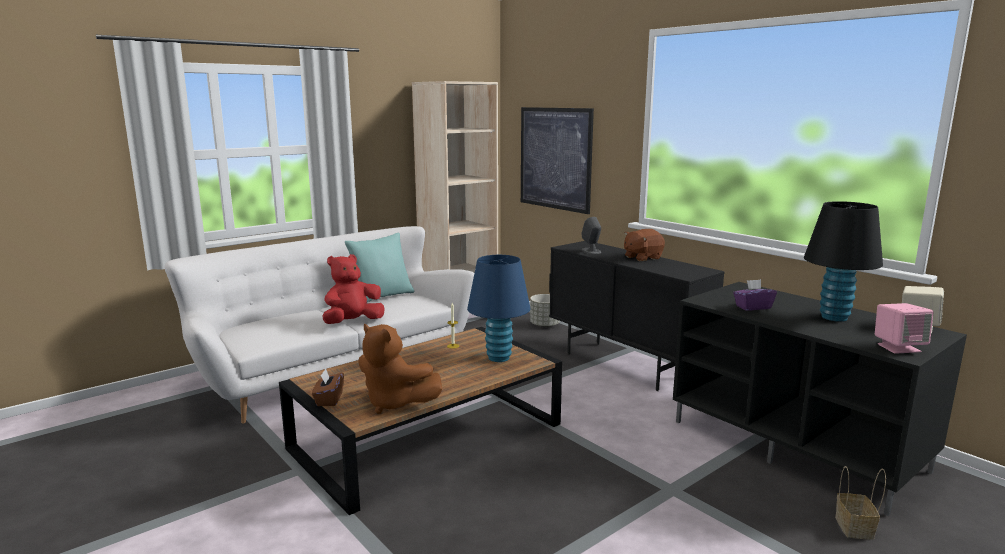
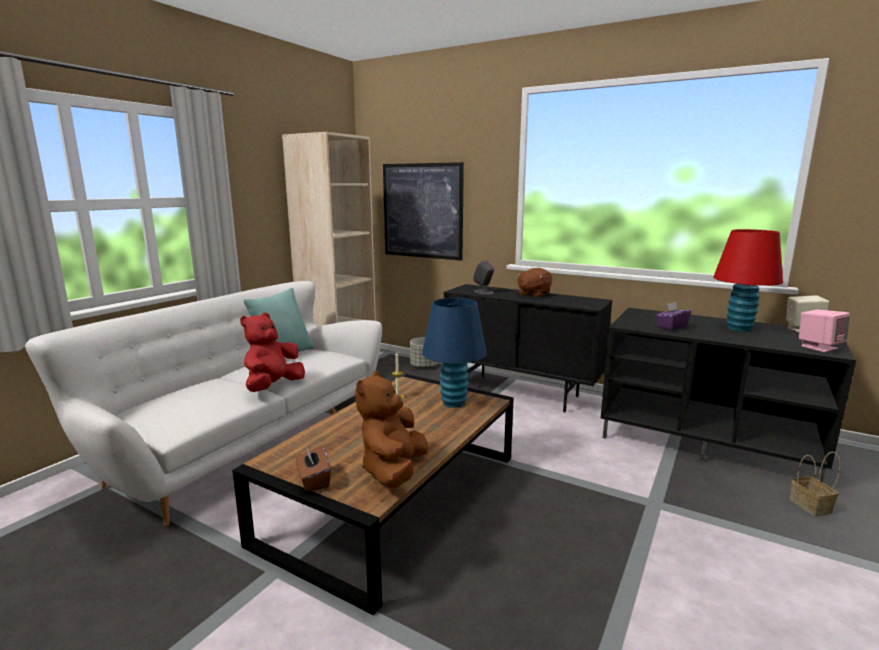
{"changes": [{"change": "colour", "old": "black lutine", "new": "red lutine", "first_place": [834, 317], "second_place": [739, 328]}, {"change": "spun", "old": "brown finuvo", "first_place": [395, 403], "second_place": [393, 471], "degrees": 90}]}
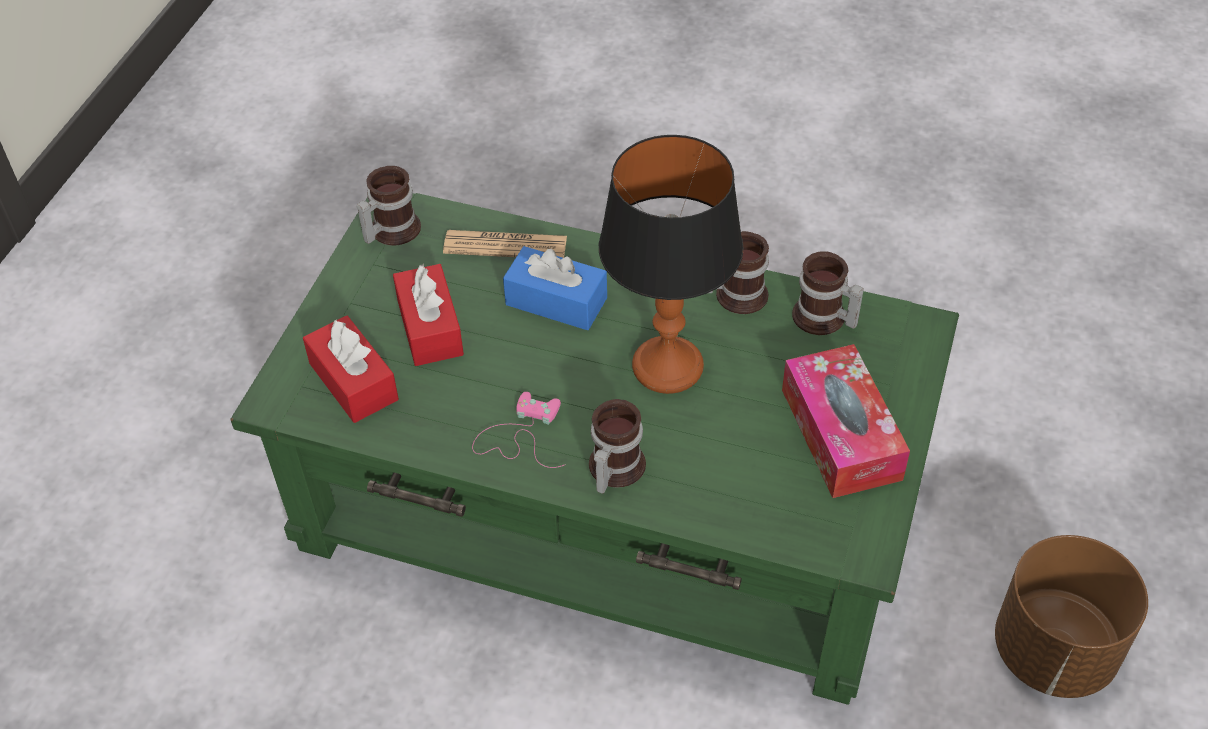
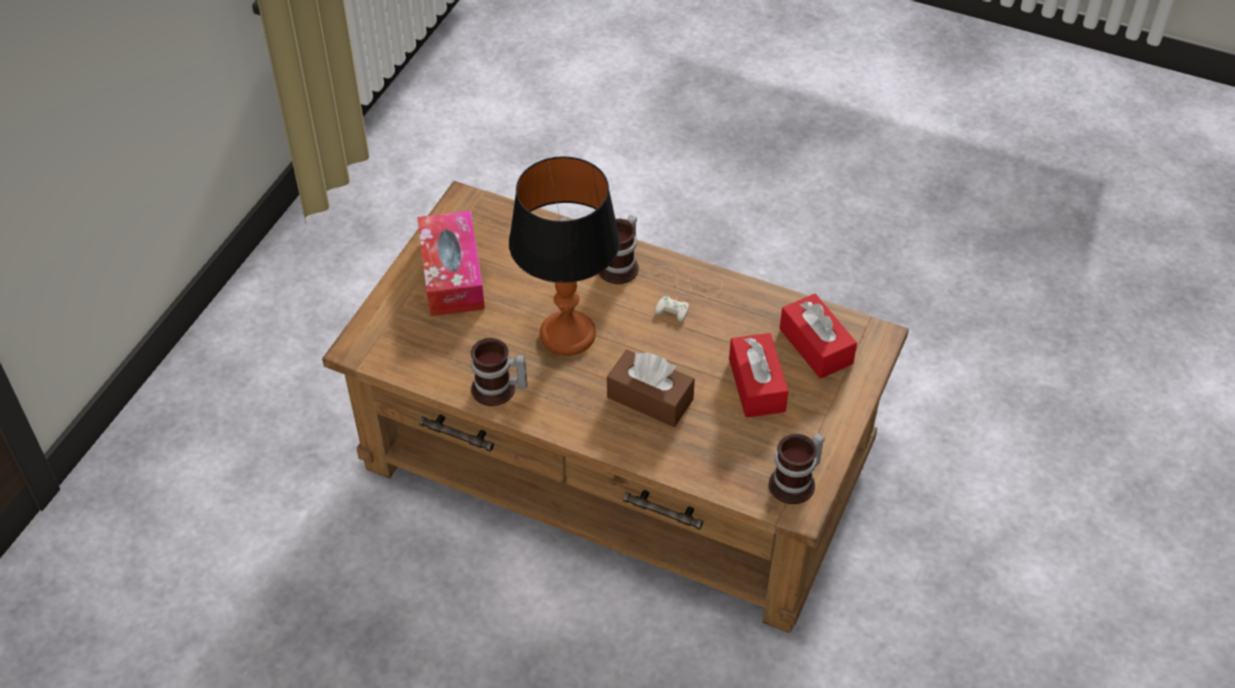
{"changes": [{"change": "colour", "old": "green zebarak", "new": "brown zebarak", "first_place": [605, 508], "second_place": [619, 461]}, {"change": "missing", "old": "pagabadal", "first_place": [505, 245]}, {"change": "colour", "old": "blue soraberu", "new": "brown soraberu", "first_place": [556, 301], "second_place": [650, 398]}, {"change": "missing", "old": "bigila", "first_place": [822, 319]}, {"change": "colour", "old": "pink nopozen", "new": "white nopozen", "first_place": [520, 435], "second_place": [686, 295]}, {"change": "missing", "old": "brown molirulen", "first_place": [1054, 652]}]}
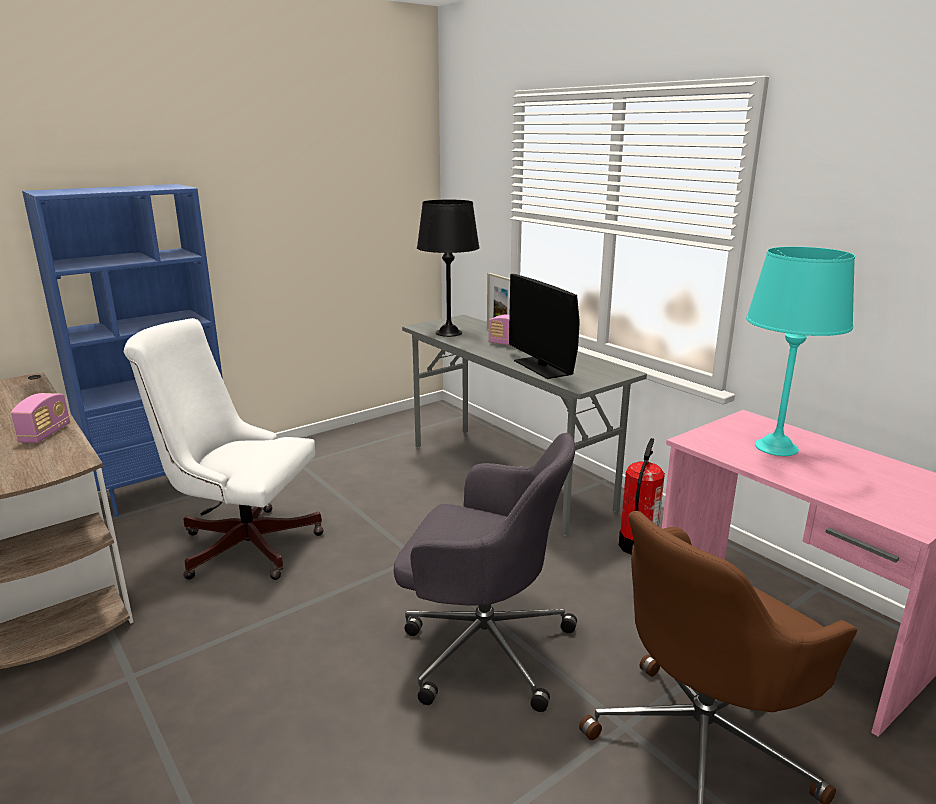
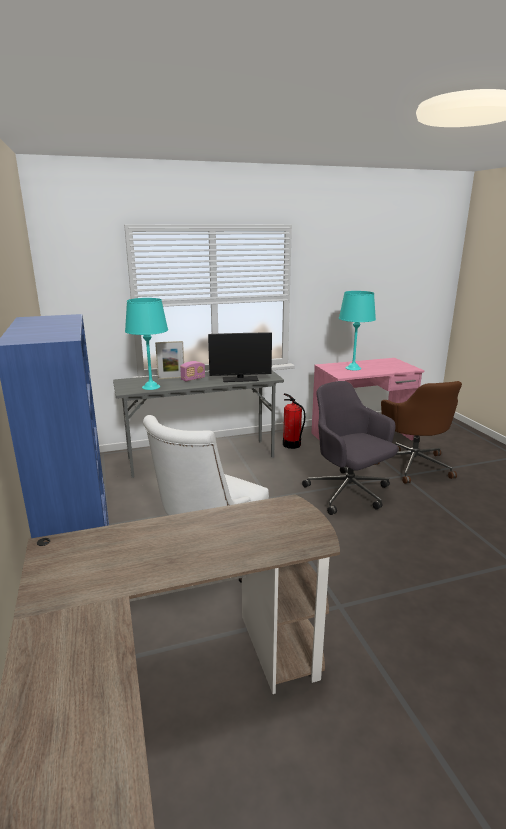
{"changes": [{"change": "colour", "old": "black lutine", "new": "turquoise lutine", "first_place": [448, 333], "second_place": [151, 387]}, {"change": "missing", "old": "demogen", "first_place": [45, 434]}, {"change": "spun", "old": "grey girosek", "first_place": [482, 646], "second_place": [349, 493], "degrees": -75}]}
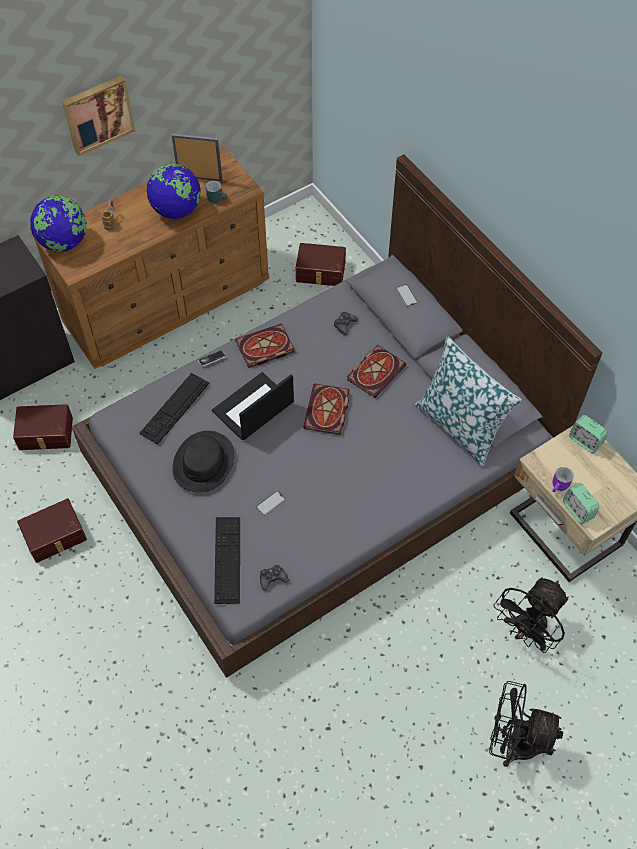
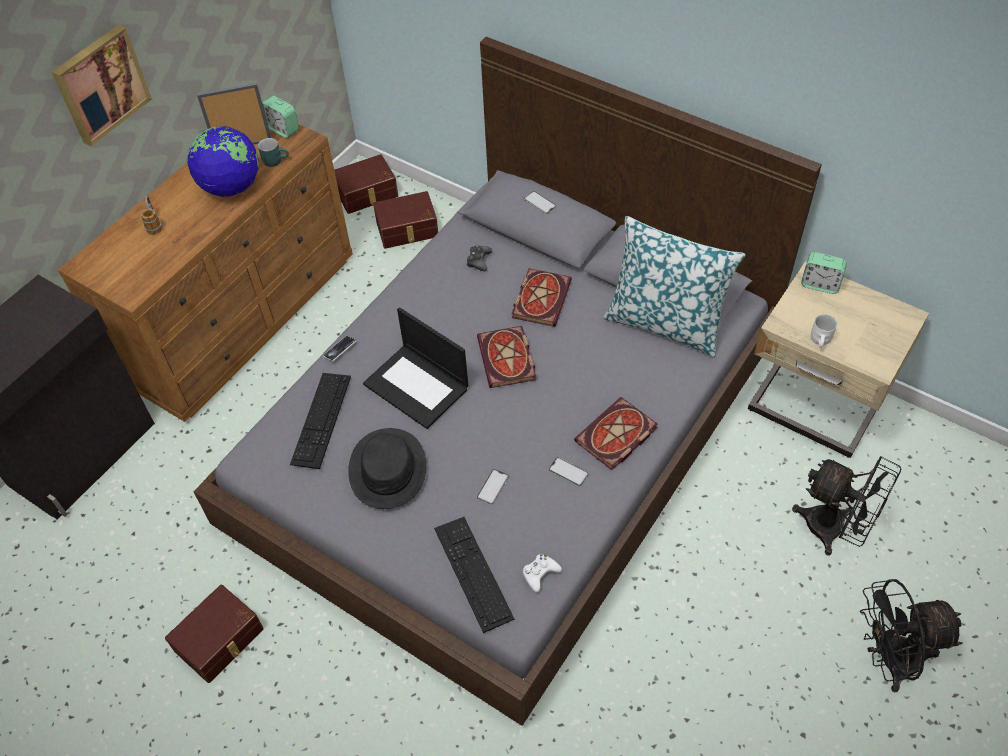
{"changes": [{"change": "missing", "old": "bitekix", "first_place": [64, 242]}, {"change": "relocated", "old": "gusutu", "first_place": [264, 348], "second_place": [616, 437]}, {"change": "spun", "old": "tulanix", "first_place": [253, 408], "second_place": [417, 386], "degrees": -75}, {"change": "relocated", "old": "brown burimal", "first_place": [46, 434], "second_place": [367, 194]}, {"change": "colour", "old": "purple bigila", "new": "white bigila", "first_place": [560, 487], "second_place": [821, 341]}, {"change": "relocated", "old": "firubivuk", "first_place": [578, 510], "second_place": [282, 129]}, {"change": "colour", "old": "black nopozen", "new": "white nopozen", "first_place": [272, 578], "second_place": [540, 574]}, {"change": "spun", "old": "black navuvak", "first_place": [526, 632], "second_place": [834, 530], "degrees": -75}, {"change": "appeared", "new": "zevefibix", "second_place": [568, 471]}]}
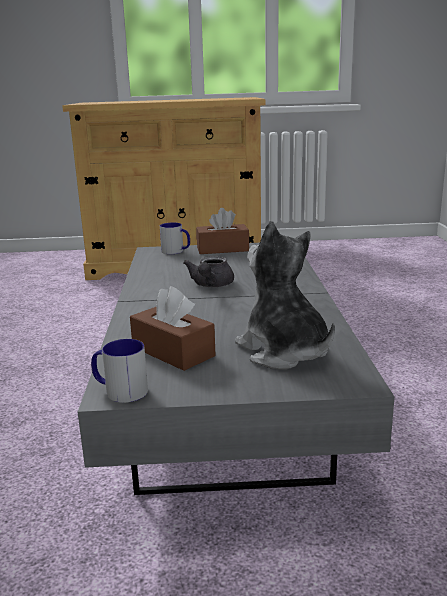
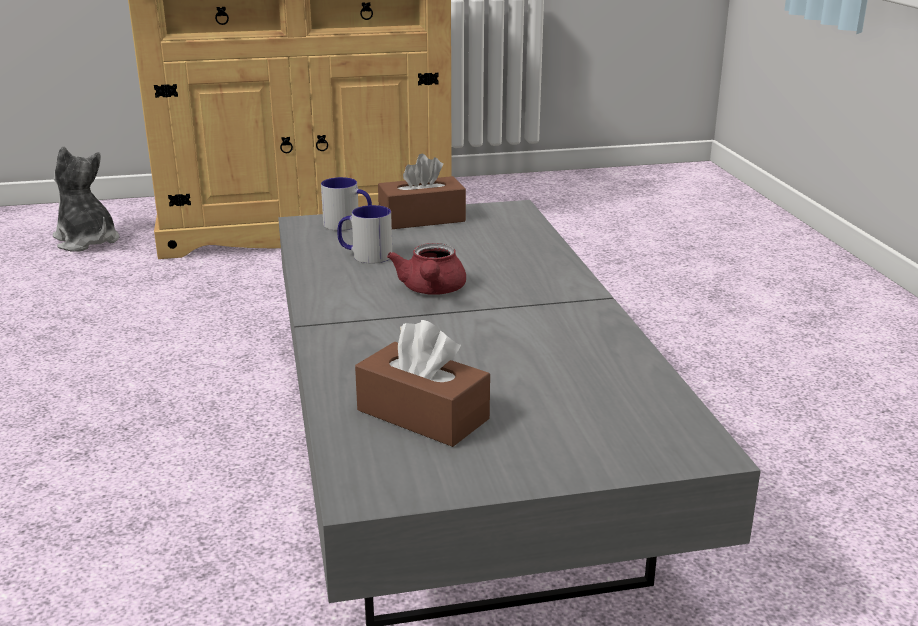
{"changes": [{"change": "relocated", "old": "finuvo", "first_place": [284, 352], "second_place": [87, 241]}, {"change": "colour", "old": "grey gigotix", "new": "red gigotix", "first_place": [211, 285], "second_place": [431, 290]}, {"change": "relocated", "old": "bigila", "first_place": [120, 391], "second_place": [365, 255]}]}
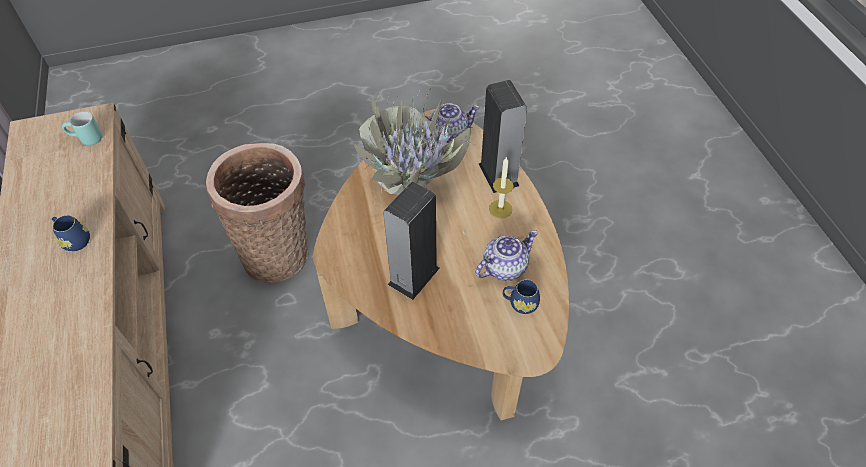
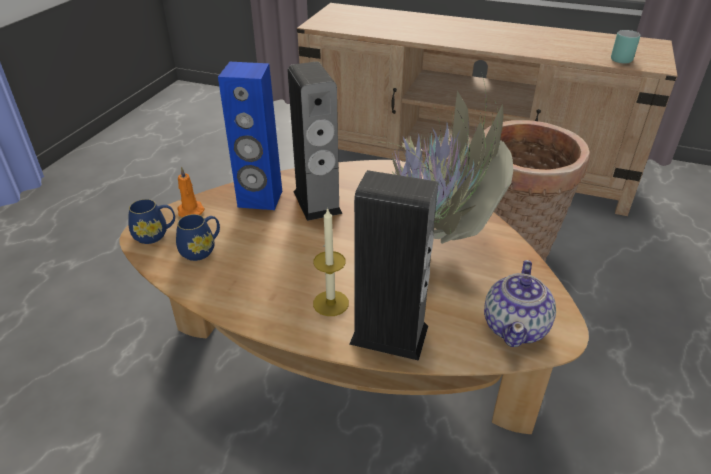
{"changes": [{"change": "relocated", "old": "blue bigila", "first_place": [74, 240], "second_place": [155, 234]}, {"change": "missing", "old": "gigotix", "first_place": [504, 267]}, {"change": "appeared", "new": "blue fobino", "second_place": [260, 199]}, {"change": "appeared", "new": "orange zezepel", "second_place": [190, 210]}]}
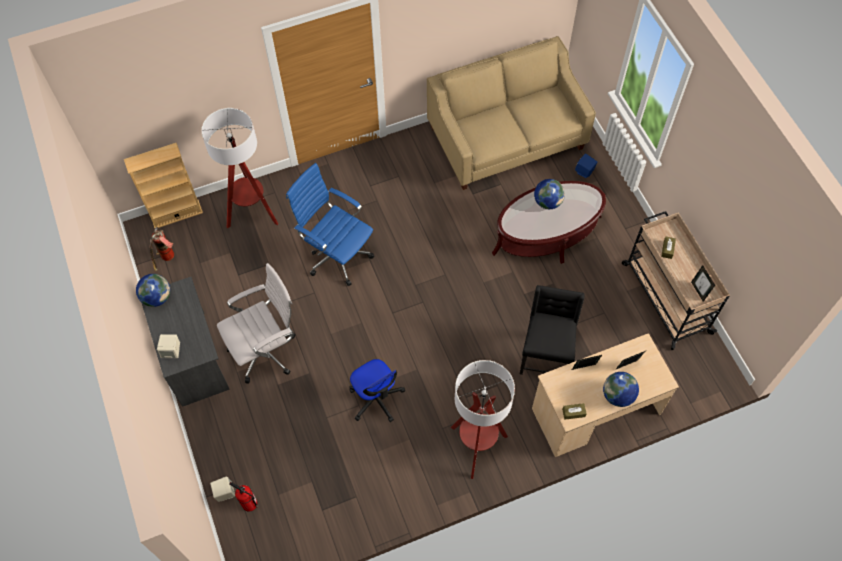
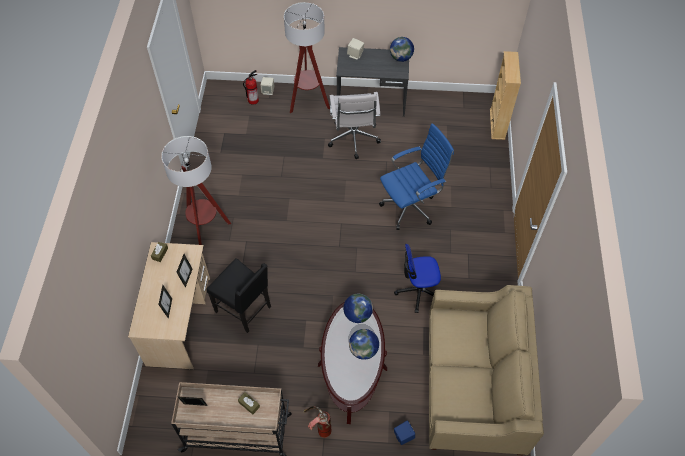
{"changes": [{"change": "relocated", "old": "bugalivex", "first_place": [252, 213], "second_place": [308, 102]}, {"change": "relocated", "old": "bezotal", "first_place": [167, 260], "second_place": [319, 428]}, {"change": "relocated", "old": "girosek", "first_place": [376, 399], "second_place": [418, 291]}, {"change": "relocated", "old": "bitekix", "first_place": [618, 395], "second_place": [357, 314]}]}
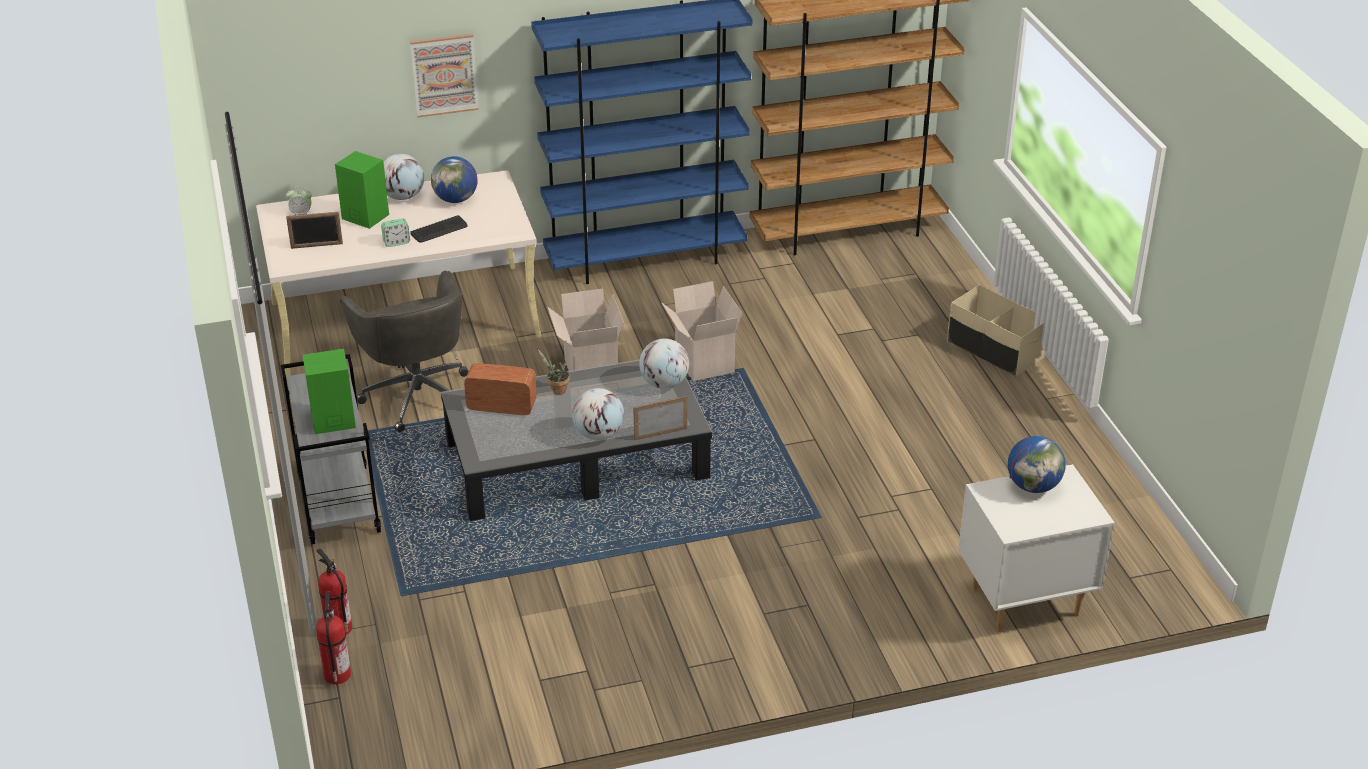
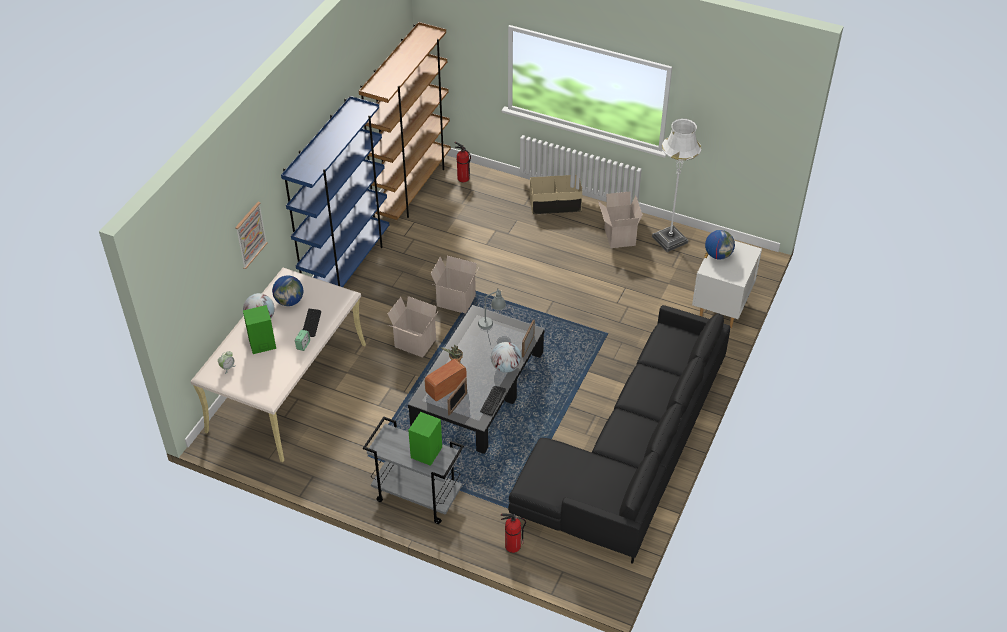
{"changes": [{"change": "relocated", "old": "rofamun", "first_place": [316, 246], "second_place": [457, 404]}, {"change": "missing", "old": "grey girosek", "first_place": [417, 394]}, {"change": "exchanged", "old": "bitekix", "new": "grey lutine", "first_place": [664, 383], "second_place": [492, 322]}, {"change": "relocated", "old": "bezotal", "first_place": [337, 674], "second_place": [462, 178]}, {"change": "appeared", "new": "white bugalivex", "second_place": [670, 240]}, {"change": "appeared", "new": "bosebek", "second_place": [618, 236]}, {"change": "appeared", "new": "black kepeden", "second_place": [630, 453]}, {"change": "appeared", "new": "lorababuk", "second_place": [492, 400]}]}
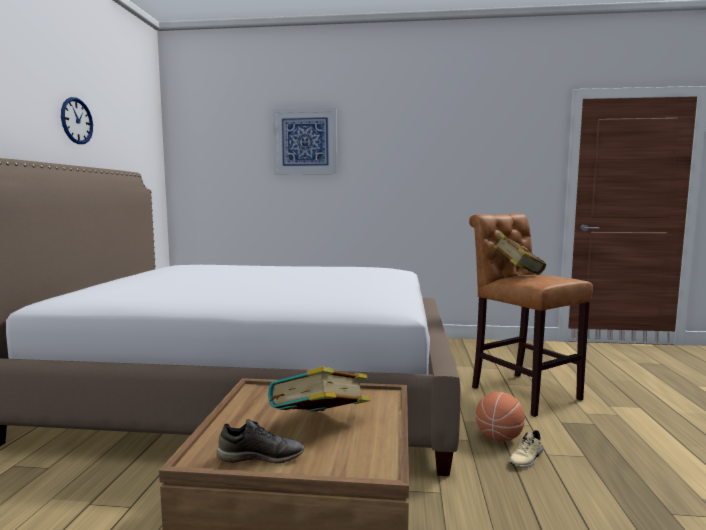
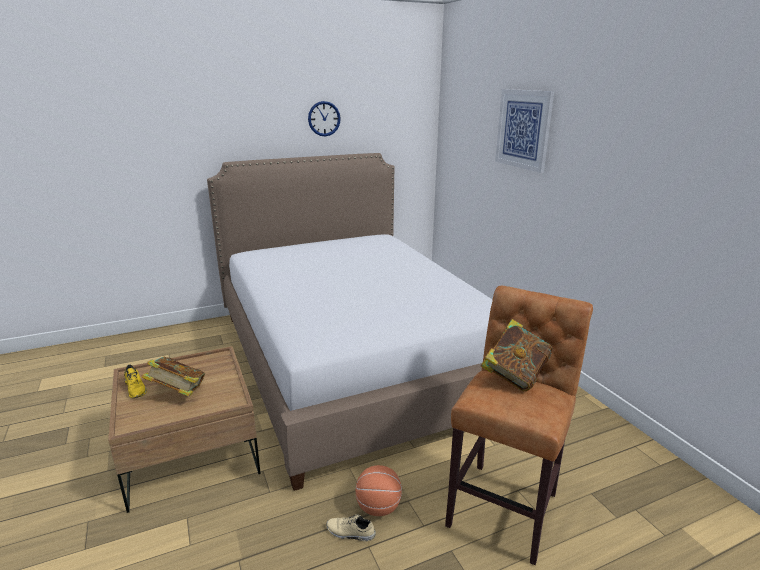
{"changes": [{"change": "colour", "old": "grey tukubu", "new": "yellow tukubu", "first_place": [261, 456], "second_place": [136, 388]}]}
